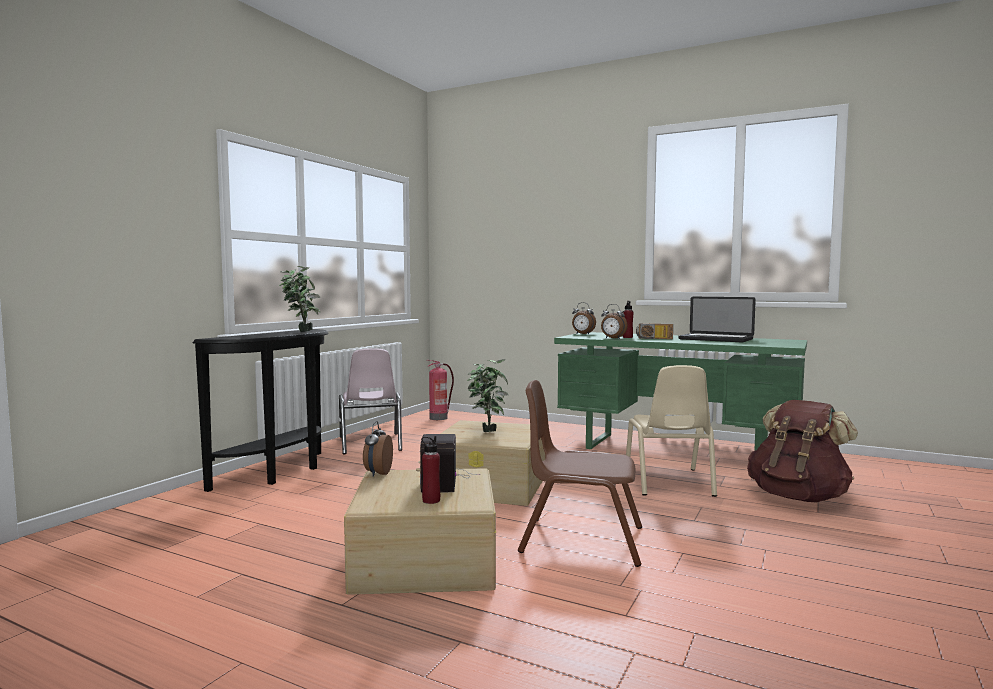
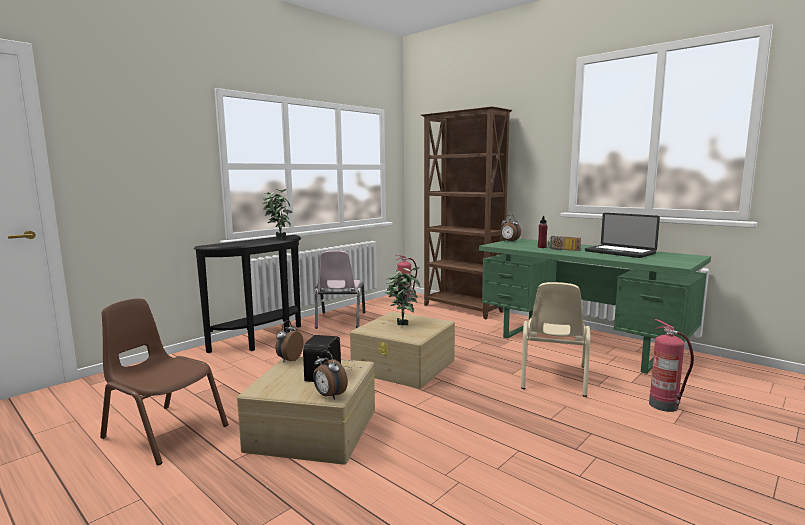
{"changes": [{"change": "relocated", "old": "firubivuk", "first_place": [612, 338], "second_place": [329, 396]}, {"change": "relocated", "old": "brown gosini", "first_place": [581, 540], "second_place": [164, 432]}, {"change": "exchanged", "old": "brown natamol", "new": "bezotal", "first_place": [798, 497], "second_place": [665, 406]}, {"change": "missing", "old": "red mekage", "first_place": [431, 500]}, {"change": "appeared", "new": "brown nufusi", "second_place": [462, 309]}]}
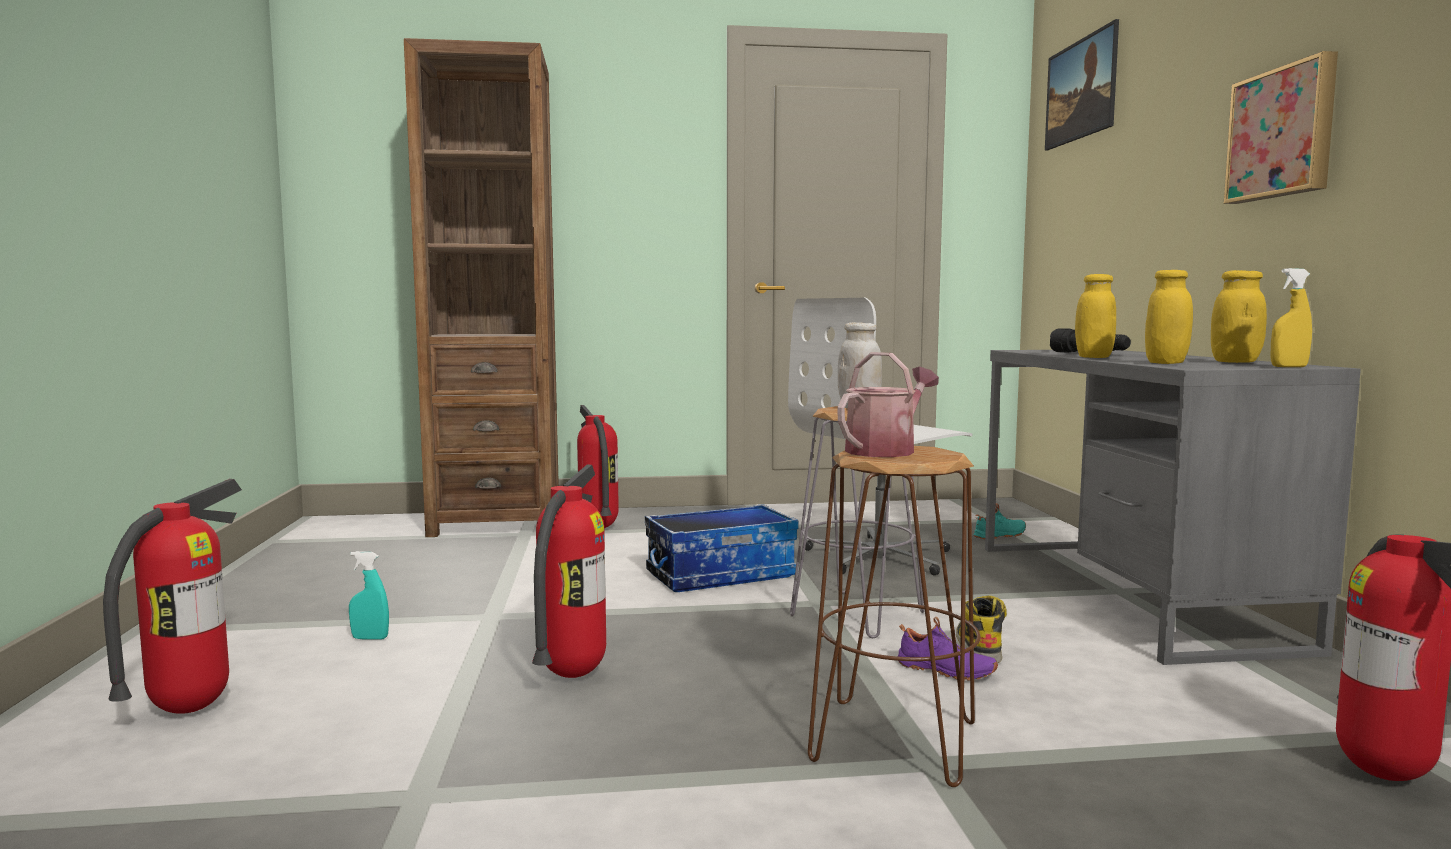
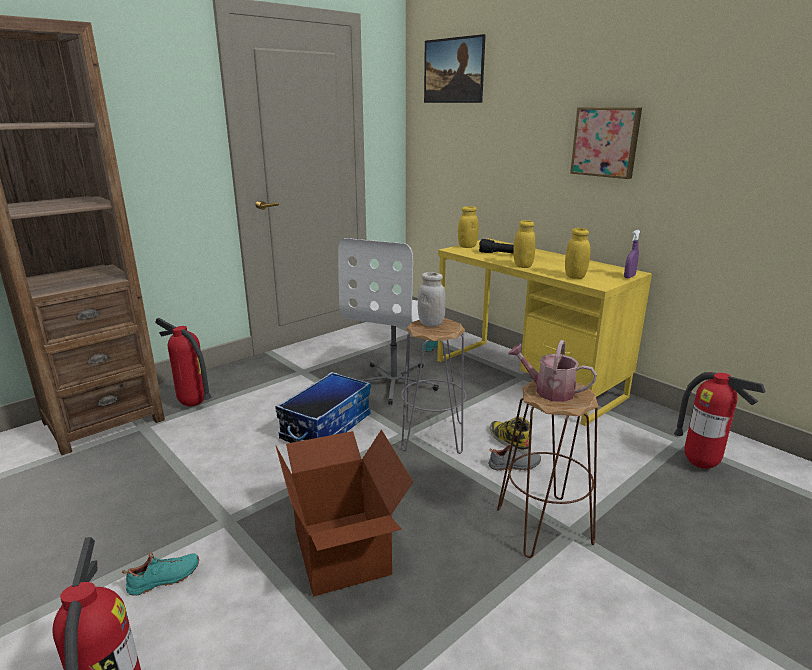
{"changes": [{"change": "colour", "old": "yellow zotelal", "new": "purple zotelal", "first_place": [1289, 367], "second_place": [629, 277]}, {"change": "relocated", "old": "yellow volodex", "first_place": [1235, 362], "second_place": [467, 246]}, {"change": "colour", "old": "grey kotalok", "new": "yellow kotalok", "first_place": [1125, 593], "second_place": [526, 378]}, {"change": "spun", "old": "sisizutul", "first_place": [885, 450], "second_place": [548, 391], "degrees": -75}, {"change": "exchanged", "old": "bezotal", "new": "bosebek", "first_place": [571, 674], "second_place": [343, 551]}, {"change": "exchanged", "old": "turquoise zotelal", "new": "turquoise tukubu", "first_place": [370, 638], "second_place": [164, 580]}, {"change": "colour", "old": "purple tukubu", "new": "grey tukubu", "first_place": [945, 671], "second_place": [514, 466]}]}
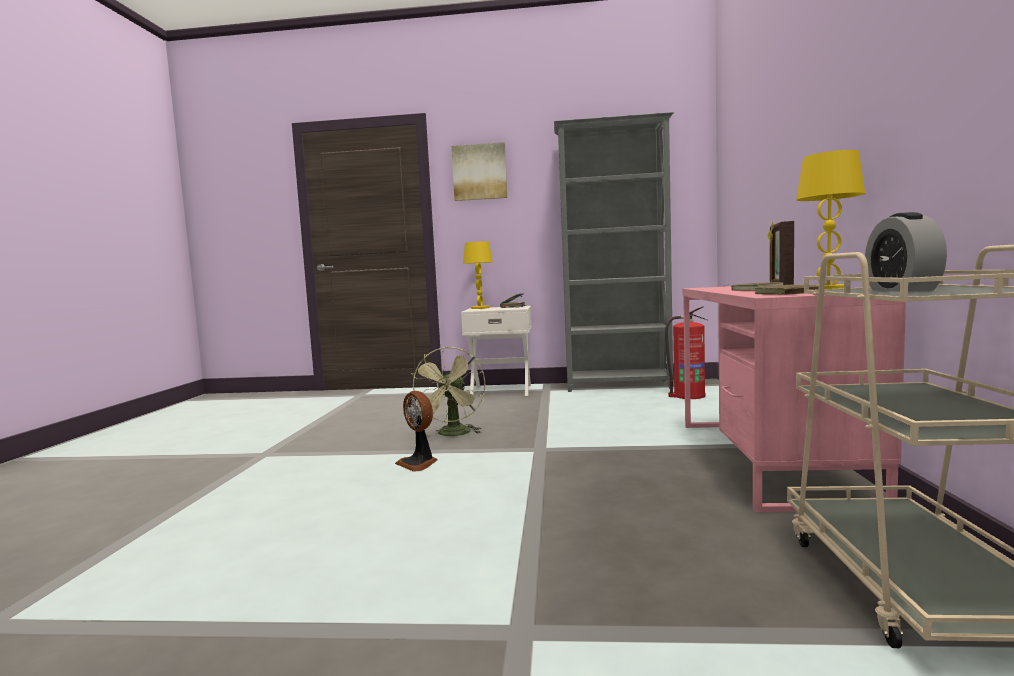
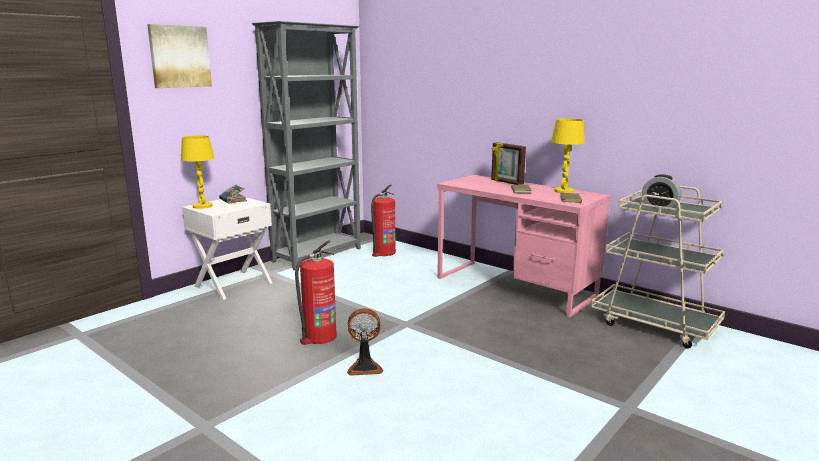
{"changes": [{"change": "exchanged", "old": "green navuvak", "new": "bezotal", "first_place": [453, 434], "second_place": [319, 337]}]}
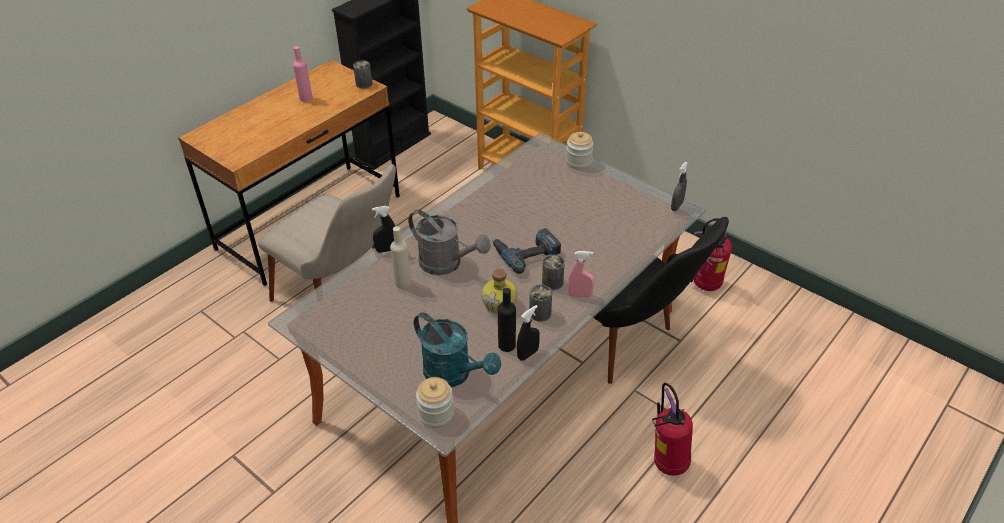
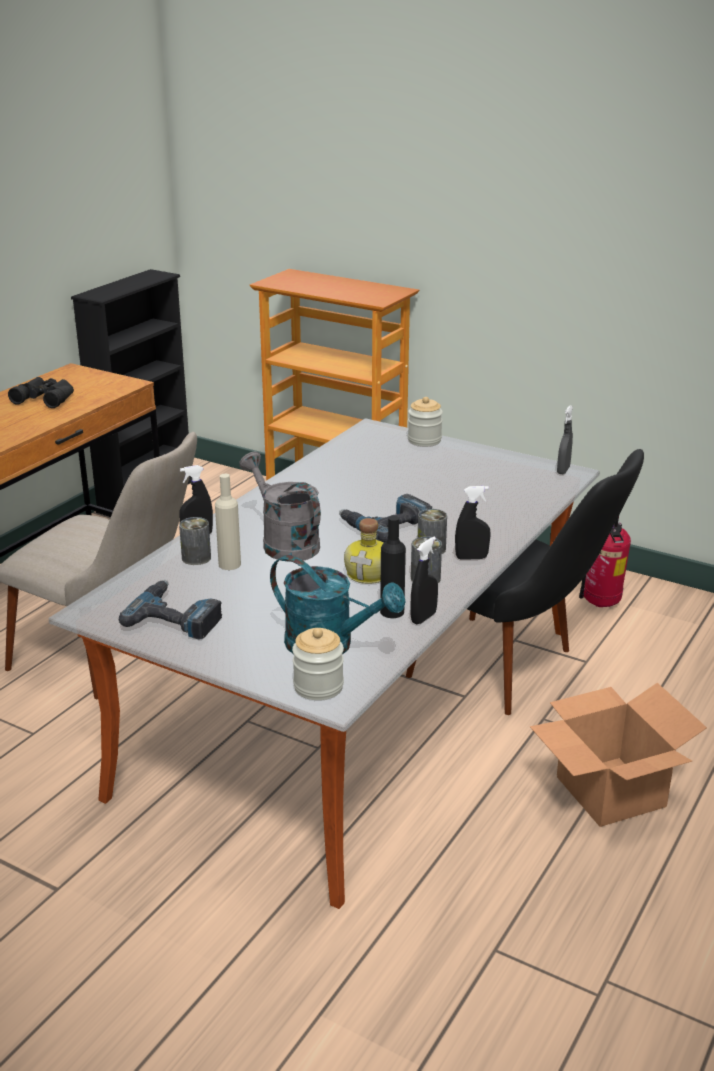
{"changes": [{"change": "exchanged", "old": "pink mekage", "new": "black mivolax", "first_place": [306, 98], "second_place": [46, 398]}, {"change": "relocated", "old": "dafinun", "first_place": [364, 84], "second_place": [196, 558]}, {"change": "spun", "old": "grey sisizutul", "first_place": [447, 264], "second_place": [284, 543], "degrees": -150}, {"change": "colour", "old": "pink zotelal", "new": "black zotelal", "first_place": [580, 295], "second_place": [471, 558]}, {"change": "exchanged", "old": "bezotal", "new": "bosebek", "first_place": [667, 463], "second_place": [612, 792]}, {"change": "appeared", "new": "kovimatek", "second_place": [176, 617]}]}
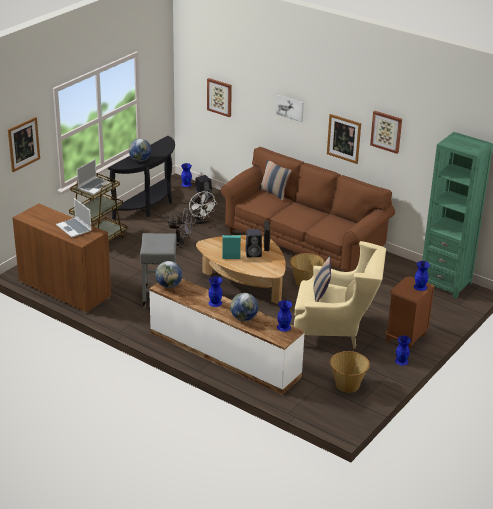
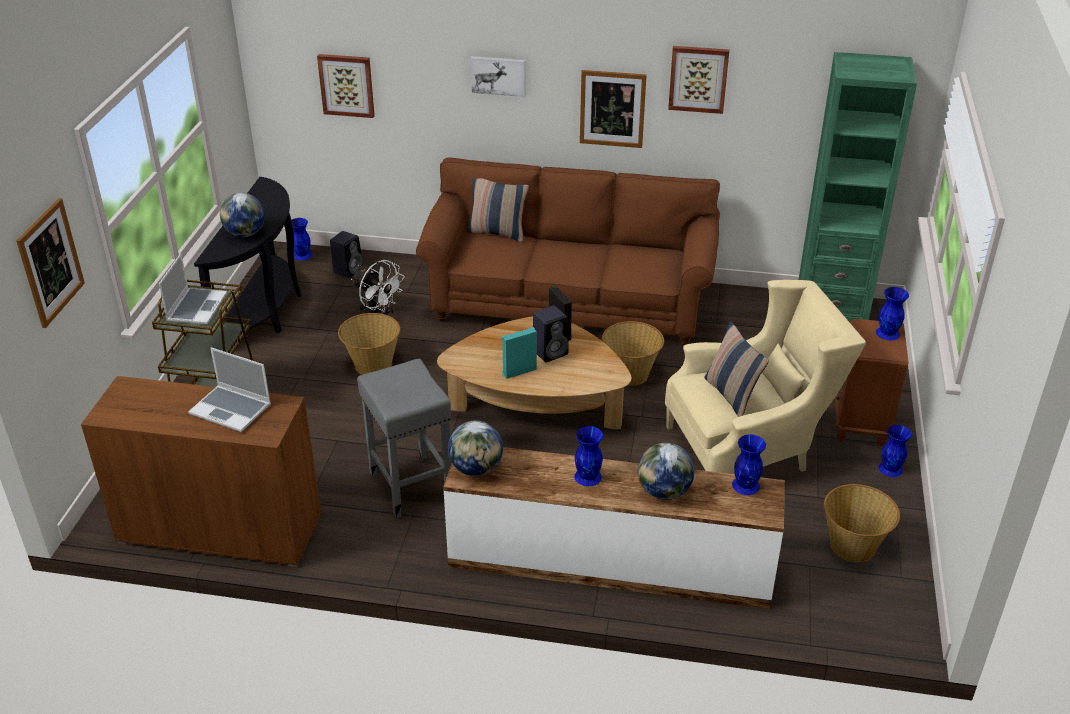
{"changes": [{"change": "exchanged", "old": "grey navuvak", "new": "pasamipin", "first_place": [181, 243], "second_place": [372, 365]}]}
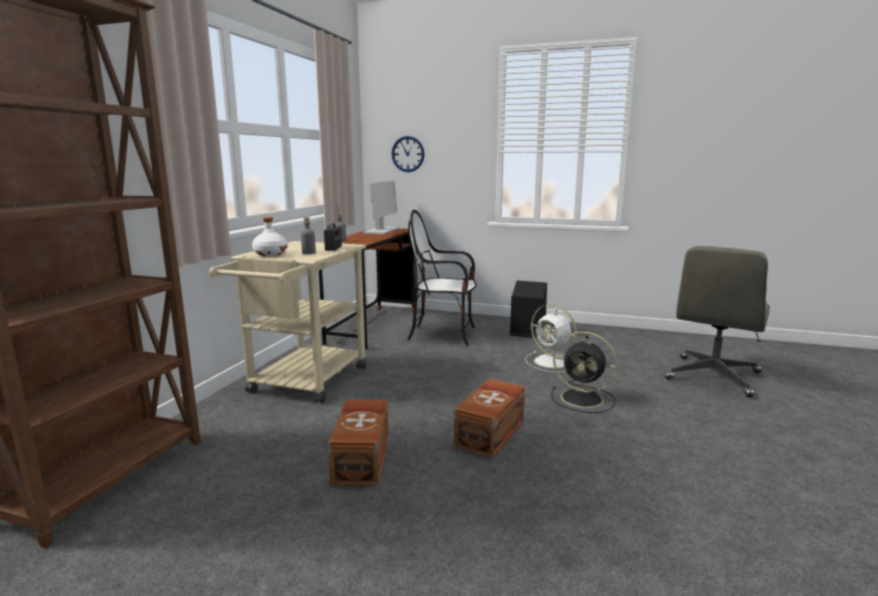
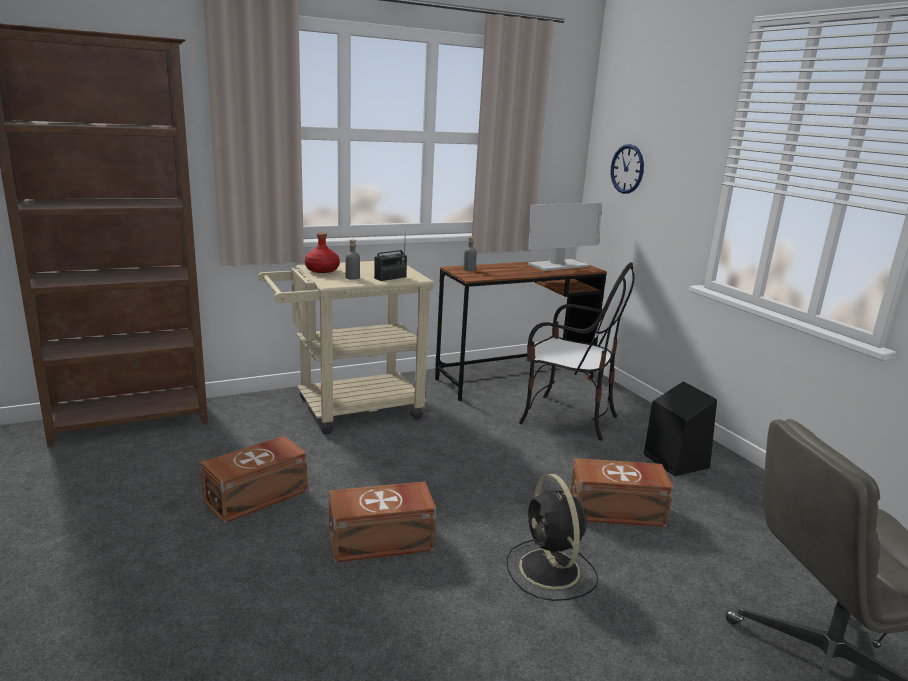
{"changes": [{"change": "spun", "old": "gosini", "first_place": [443, 334], "second_place": [567, 418], "degrees": 150}, {"change": "colour", "old": "white mekage", "new": "red mekage", "first_place": [270, 253], "second_place": [322, 270]}, {"change": "exchanged", "old": "white navuvak", "new": "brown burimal", "first_place": [553, 362], "second_place": [618, 511]}]}
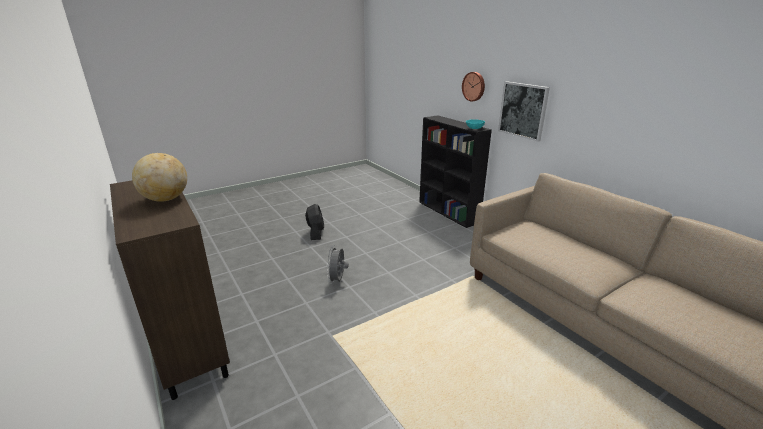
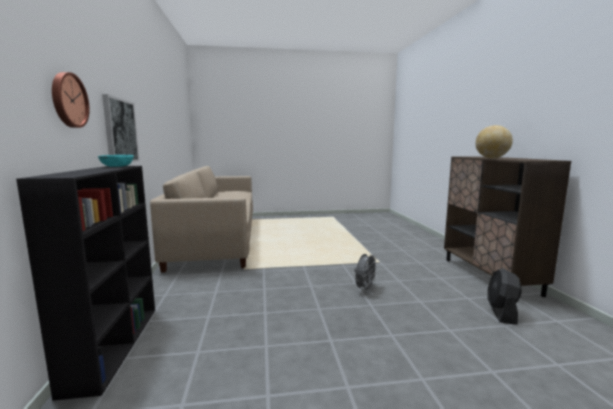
{"changes": [{"change": "relocated", "old": "black navuvak", "first_place": [316, 233], "second_place": [501, 312]}]}
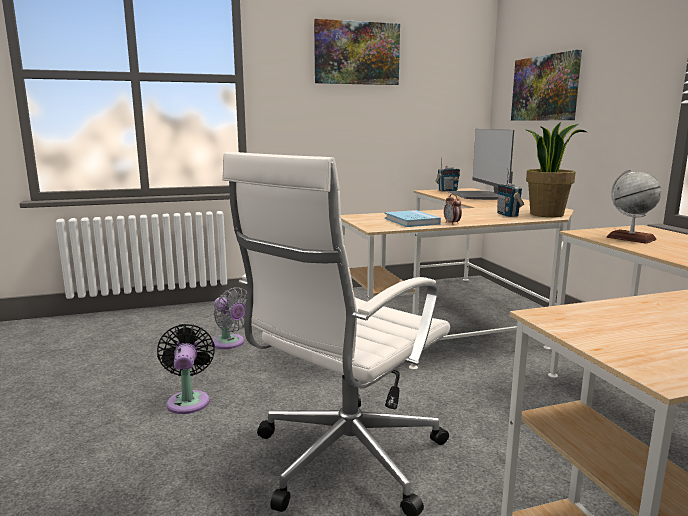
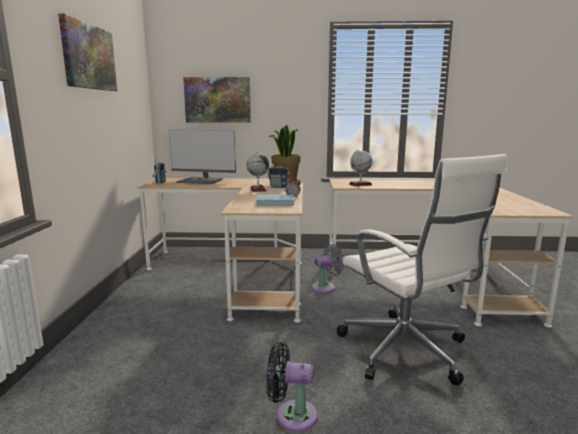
{"changes": [{"change": "relocated", "old": "grey navuvak", "first_place": [230, 343], "second_place": [326, 287]}, {"change": "appeared", "new": "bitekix", "second_place": [258, 189]}]}
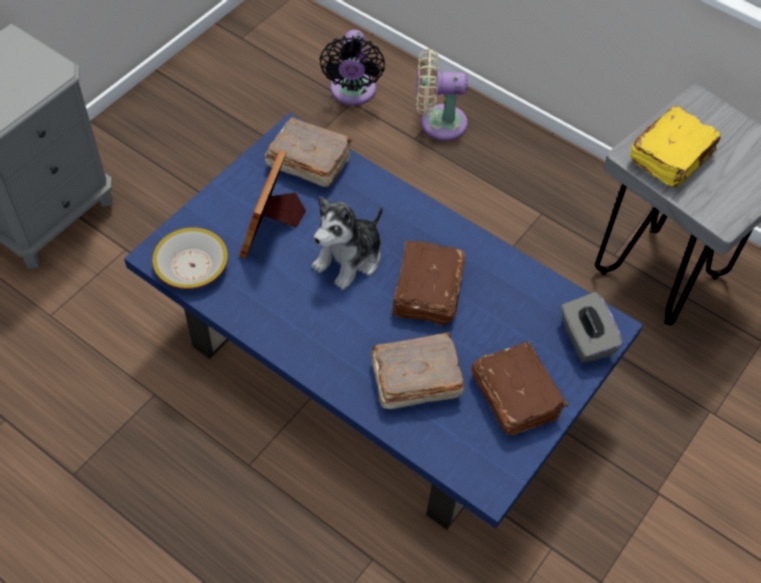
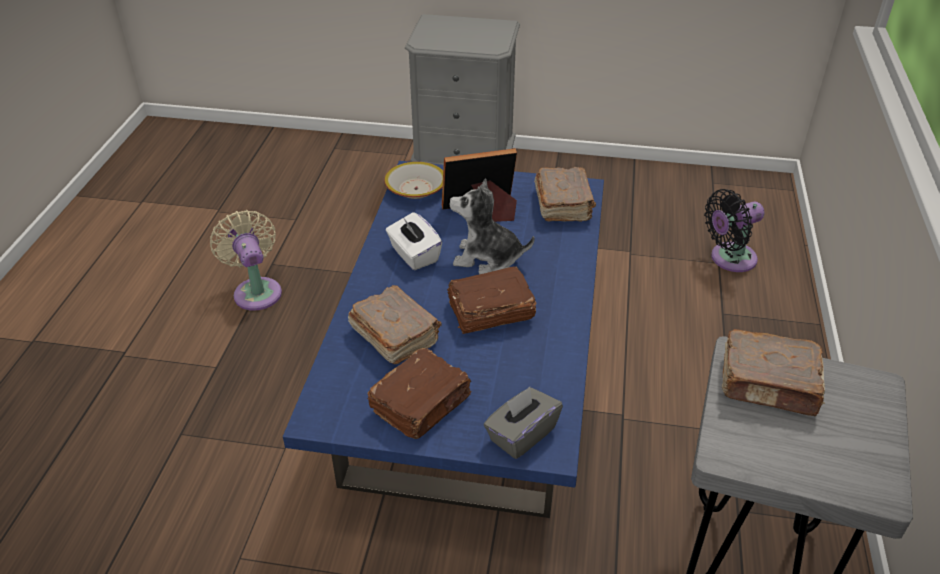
{"changes": [{"change": "relocated", "old": "beige navuvak", "first_place": [438, 122], "second_place": [256, 291]}, {"change": "colour", "old": "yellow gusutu", "new": "brown gusutu", "first_place": [672, 157], "second_place": [769, 385]}, {"change": "appeared", "new": "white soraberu", "second_place": [414, 255]}]}
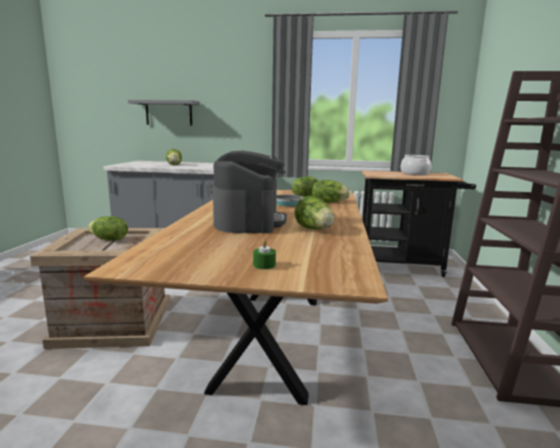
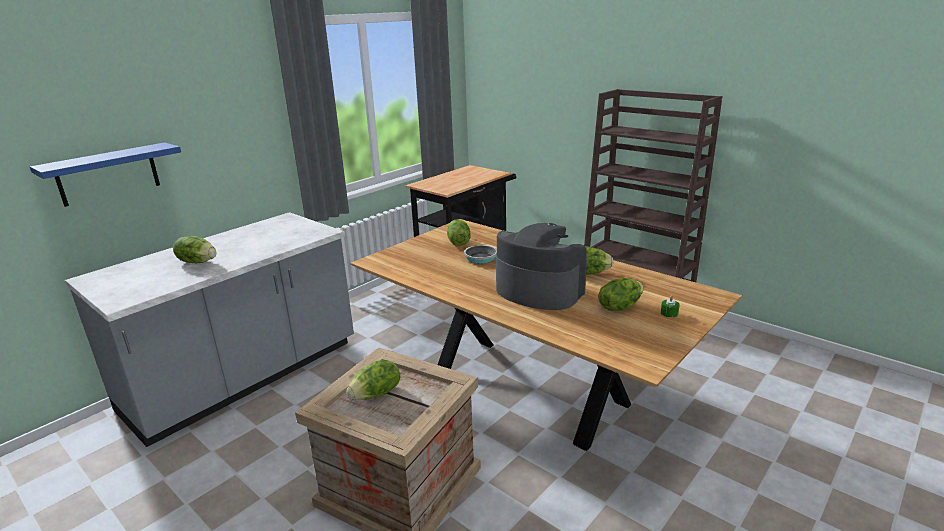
{"changes": [{"change": "colour", "old": "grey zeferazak", "new": "blue zeferazak", "first_place": [169, 113], "second_place": [108, 174]}, {"change": "missing", "old": "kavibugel", "first_place": [414, 173]}, {"change": "relocated", "old": "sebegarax", "first_place": [329, 202], "second_place": [619, 307]}]}
